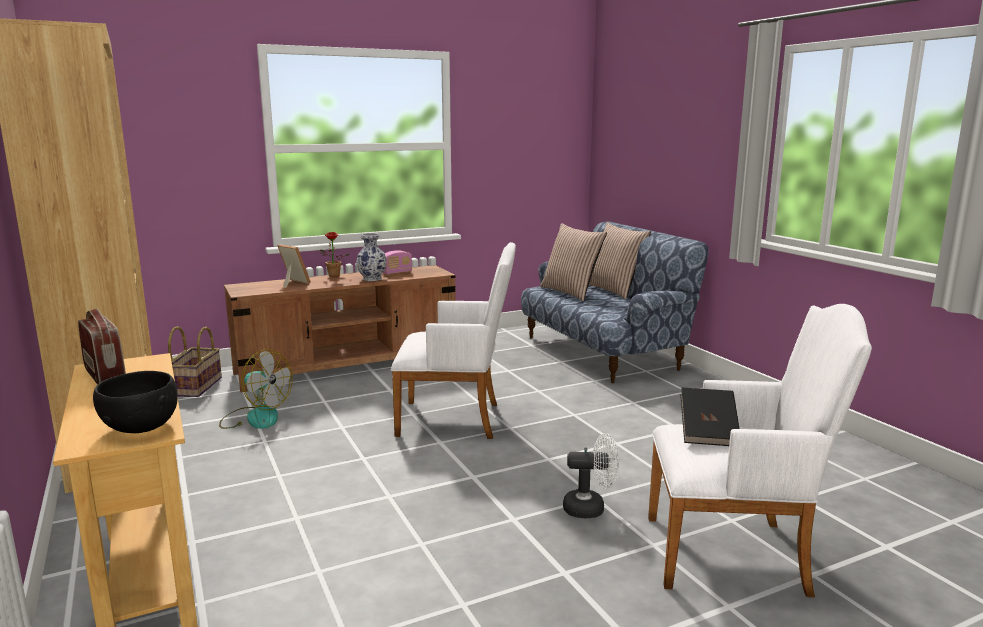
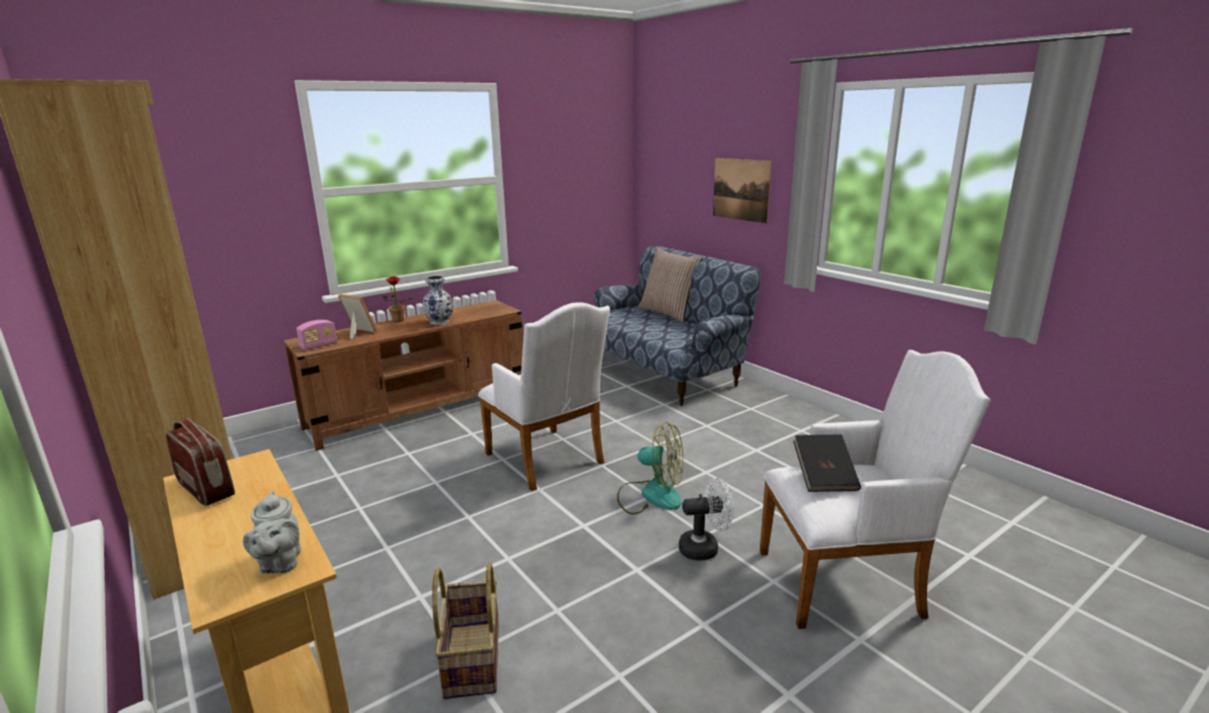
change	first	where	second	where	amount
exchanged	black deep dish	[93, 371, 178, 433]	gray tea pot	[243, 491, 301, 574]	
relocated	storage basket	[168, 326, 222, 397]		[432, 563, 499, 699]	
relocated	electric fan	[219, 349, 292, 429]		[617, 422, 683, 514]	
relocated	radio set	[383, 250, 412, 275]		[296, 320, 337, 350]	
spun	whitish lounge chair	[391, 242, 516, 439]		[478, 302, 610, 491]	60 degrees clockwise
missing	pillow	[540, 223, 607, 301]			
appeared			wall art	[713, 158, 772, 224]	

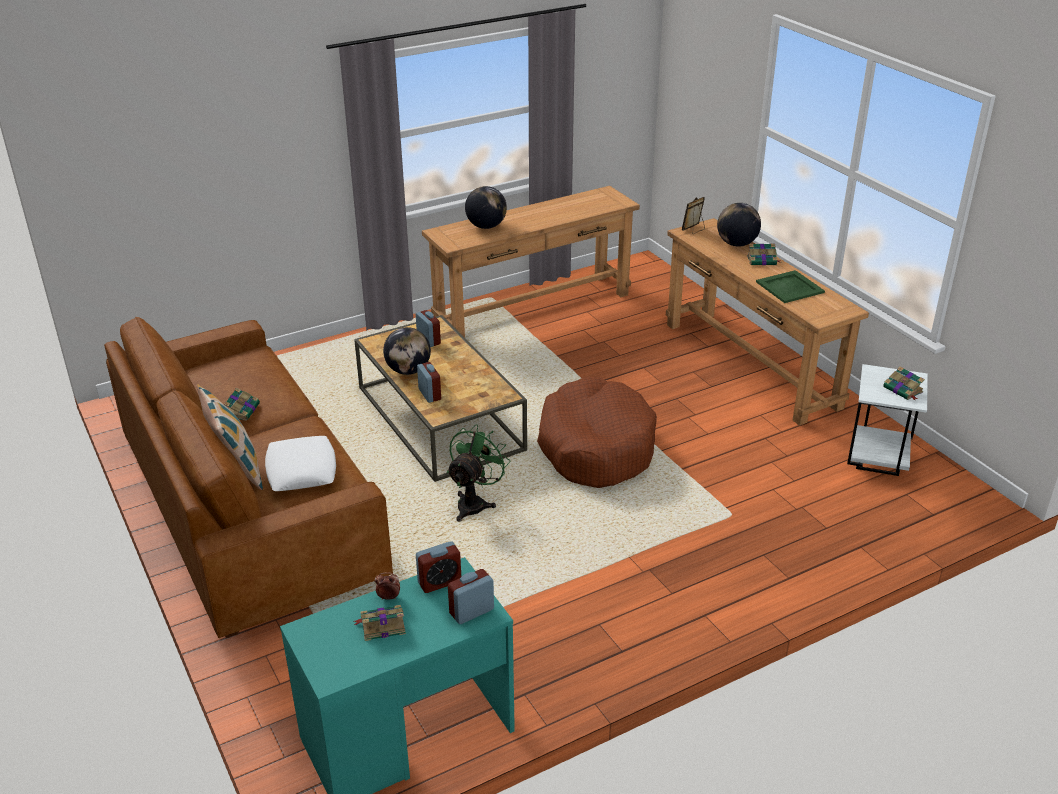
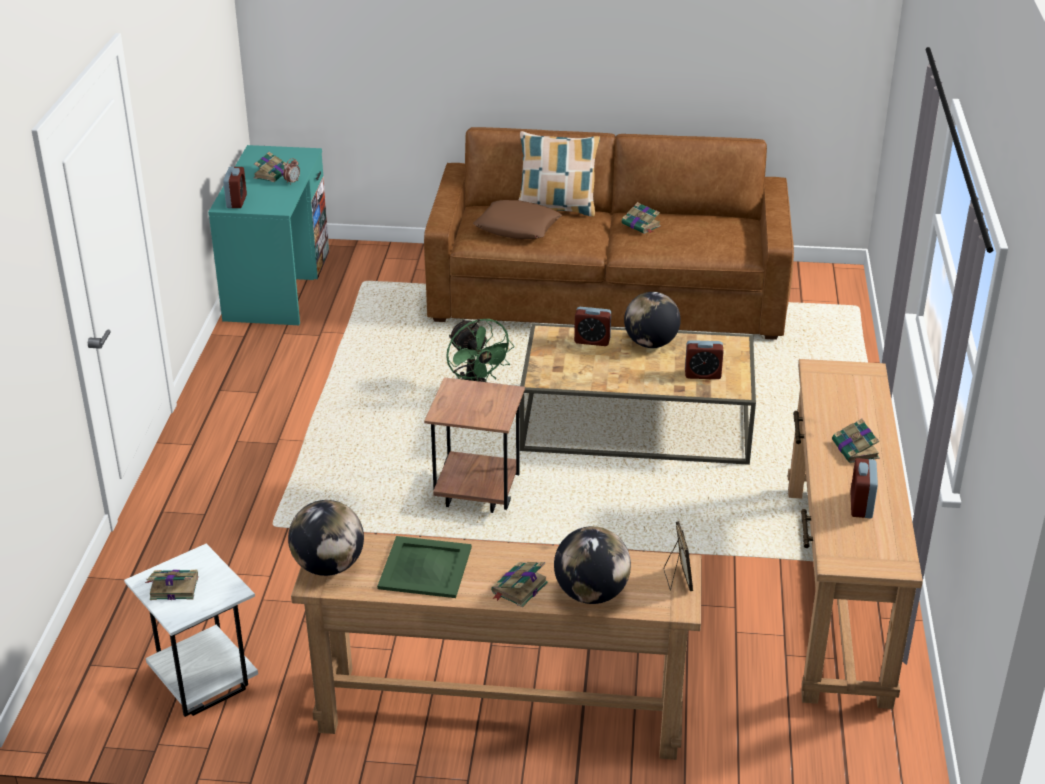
change	first	where	second	where	amount
colour	whitish pillow	[265, 436, 336, 491]	brown pillow	[473, 200, 562, 239]	
relocated	table clock	[416, 541, 461, 593]		[851, 458, 878, 518]	
relocated	globe	[465, 186, 507, 229]		[288, 500, 364, 576]	
exchanged	brown dog cushion	[537, 377, 657, 488]	brown accent table	[424, 377, 525, 513]	
appeared			book	[832, 419, 880, 463]	

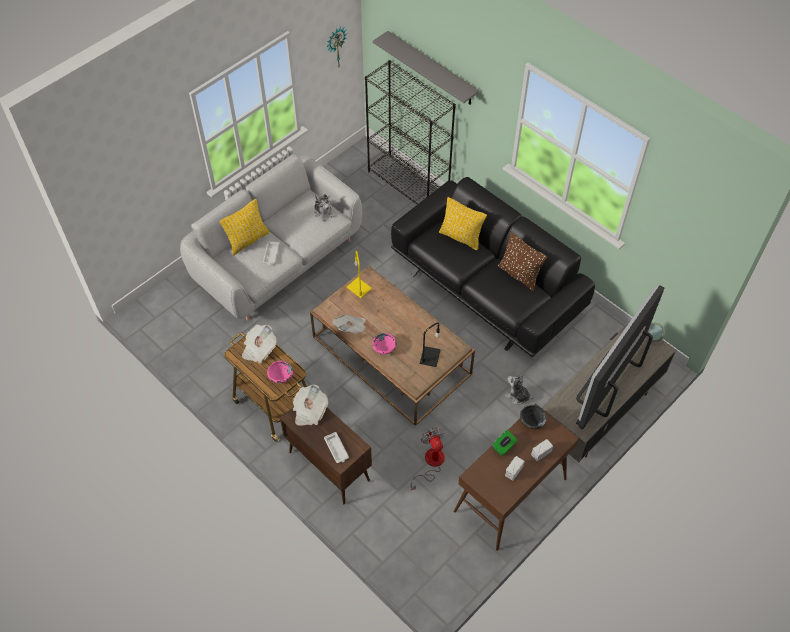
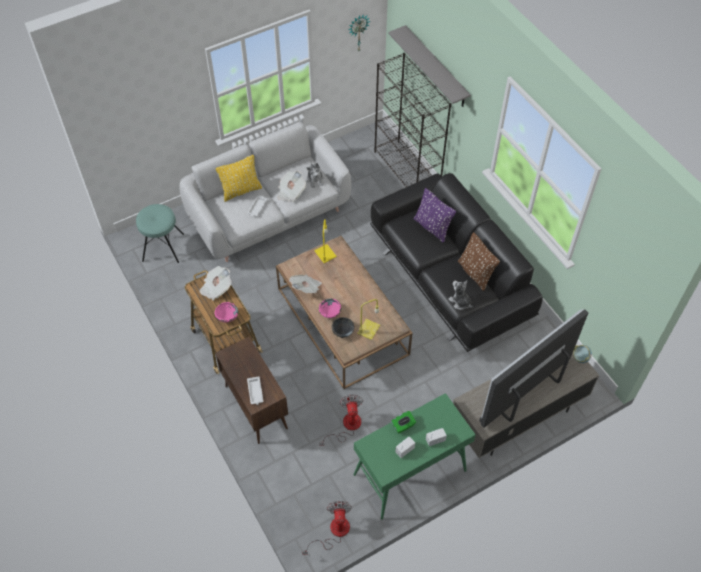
change	first	where	second	where	amount
relocated	printed paper	[293, 385, 328, 426]		[278, 171, 306, 202]	
colour	black table lamp	[420, 322, 441, 367]	yellowish table lamp	[357, 299, 380, 340]	
colour	yellowish pillow	[439, 197, 487, 250]	purple-coloured pillow	[414, 188, 456, 243]	
colour	brown hall table	[454, 403, 579, 551]	greenish hall table	[353, 393, 476, 520]	
relocated	soft toy	[505, 373, 534, 405]		[448, 280, 473, 310]	
relocated	black deep dish	[520, 405, 547, 430]		[332, 317, 354, 338]	
appeared			blue-green stool	[136, 204, 184, 263]	
appeared			electric fan	[302, 501, 352, 555]	

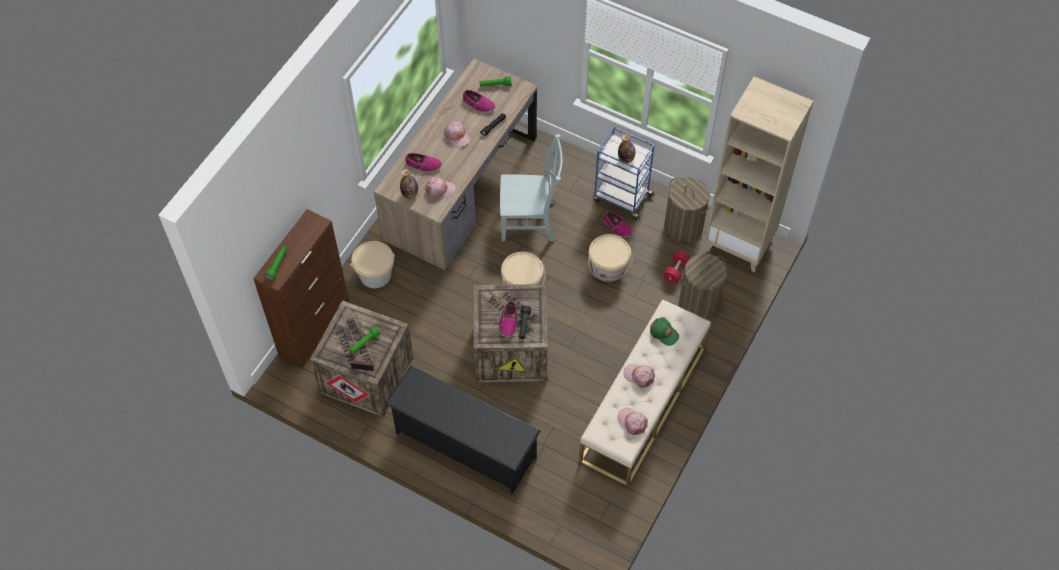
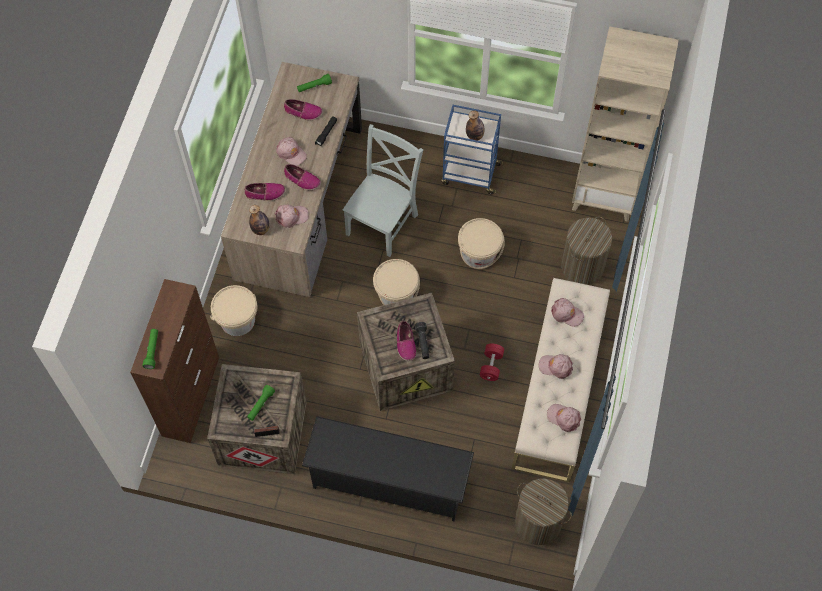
change	first	where	second	where	amount
spun	gray plain chair	[500, 134, 563, 242]		[343, 124, 423, 257]	45 degrees counterclockwise
relocated	low shoe	[604, 211, 633, 238]		[284, 164, 321, 190]	
colour	greenish cap	[650, 317, 679, 346]	pink-coloured cap	[551, 298, 584, 327]	
relocated	reddish hand weight	[663, 251, 690, 284]		[480, 344, 504, 381]	
relocated	hamper	[664, 177, 710, 242]		[515, 479, 572, 545]	

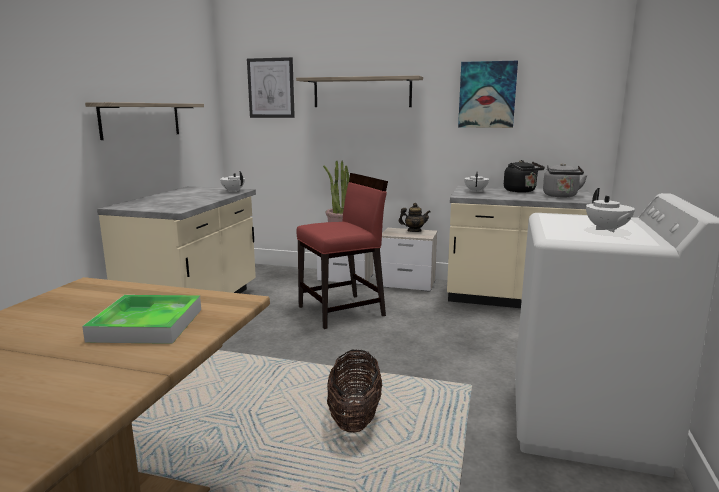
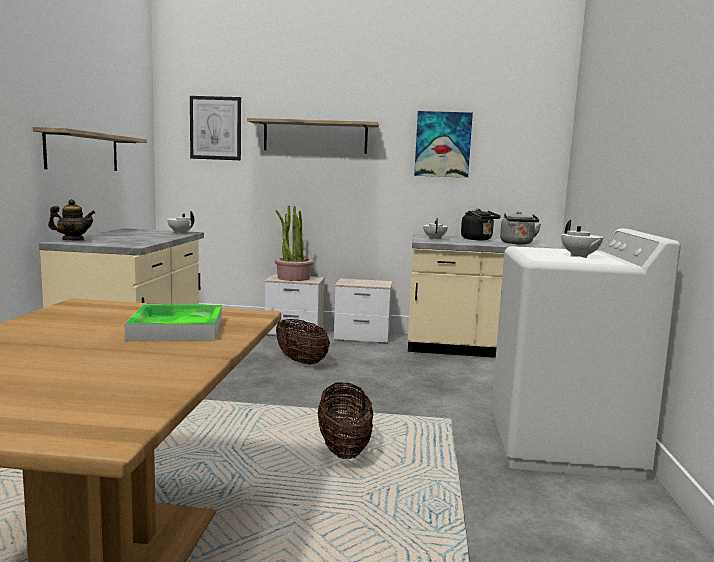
change	first	where	second	where	amount
exchanged	reddish plain chair	[296, 173, 388, 329]	storage basket	[276, 319, 330, 364]	
relocated	tea pot	[399, 203, 430, 232]		[48, 199, 95, 240]	

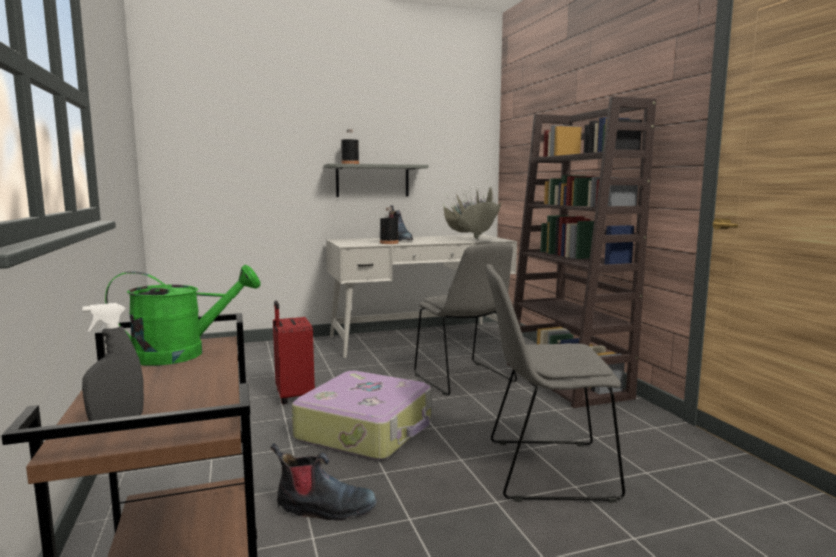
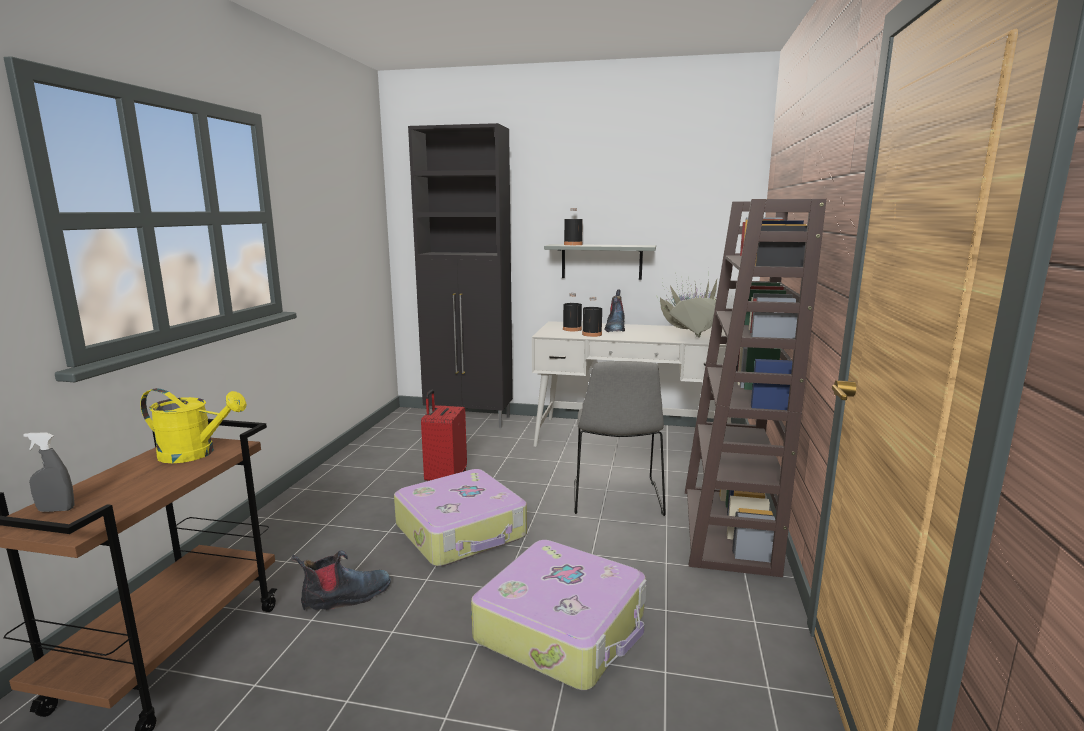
change	first	where	second	where	amount
colour	greenish sprinkling can	[105, 265, 261, 366]	yellowish sprinkling can	[140, 388, 247, 463]	
spun	high-top boot	[270, 443, 377, 521]		[291, 550, 391, 610]	60 degrees counterclockwise
exchanged	gray plain chair	[485, 264, 625, 503]	suitcase	[471, 540, 647, 690]	
appeared			black storage cabinet	[408, 123, 513, 428]	
appeared			black drink bottle	[563, 293, 582, 331]	

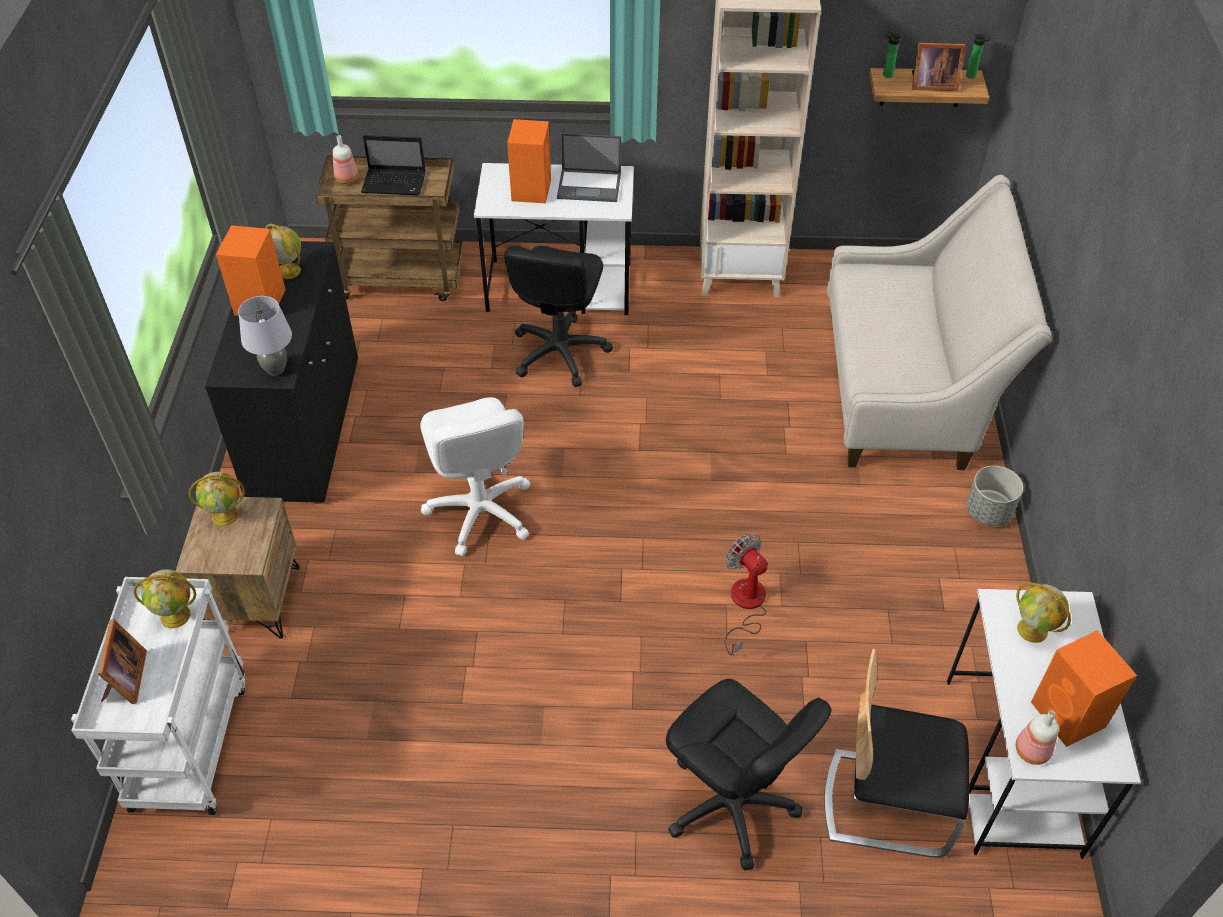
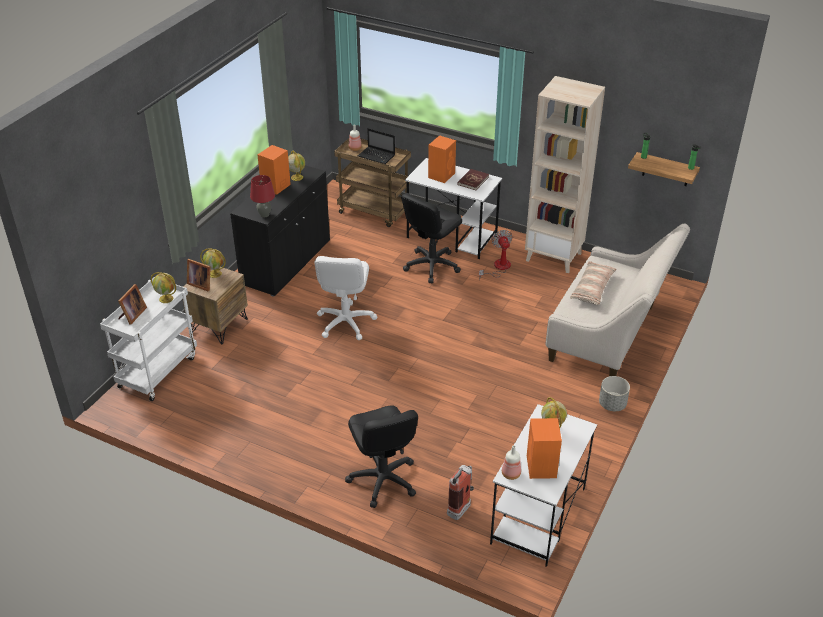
change	first	where	second	where	amount
colour	gray table lamp	[238, 296, 292, 376]	reddish table lamp	[250, 175, 275, 218]	
exchanged	notebook computer	[557, 133, 621, 202]	reddish book	[457, 169, 489, 190]	
relocated	electric fan	[725, 533, 768, 655]		[479, 230, 512, 280]	
exchanged	plain chair	[824, 649, 969, 858]	fire-fighting cylinder	[447, 465, 474, 520]	
relocated	photo frame	[912, 43, 966, 91]		[187, 259, 211, 291]	
appeared			pillow	[570, 261, 617, 305]	

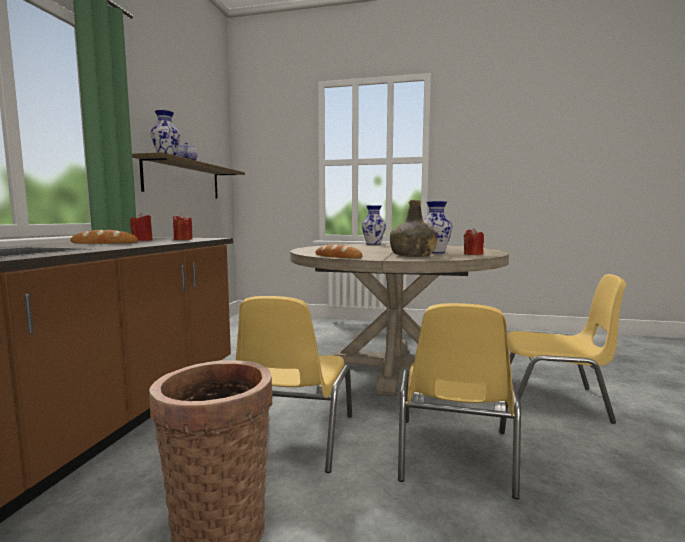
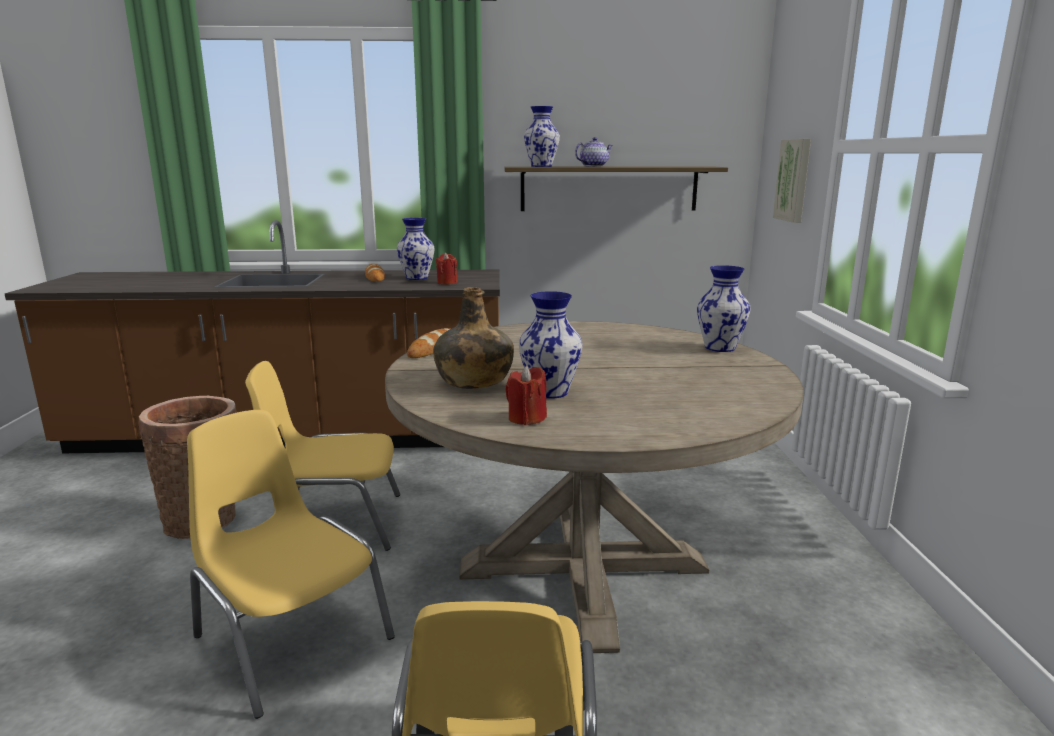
change	first	where	second	where	amount
exchanged	reddish candle	[130, 213, 153, 241]	vase	[397, 218, 434, 280]	
spun	yellowish plain chair	[398, 303, 521, 500]		[187, 410, 395, 719]	45 degrees clockwise
appeared			wall art	[773, 139, 811, 223]	

